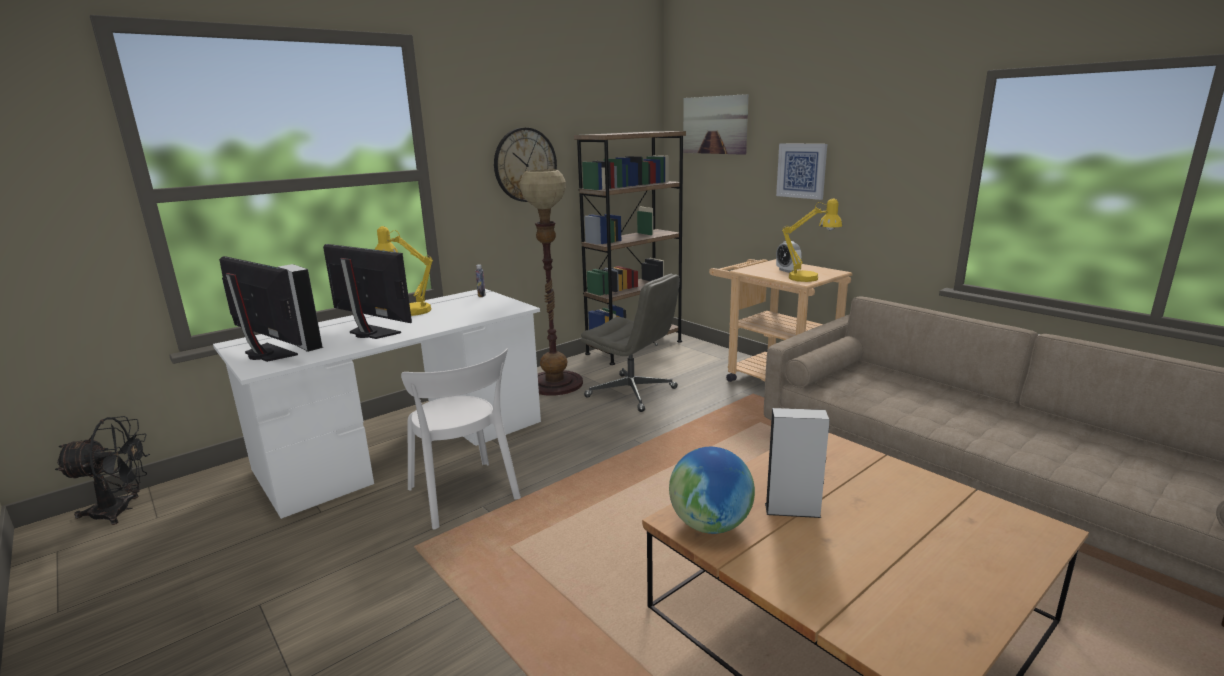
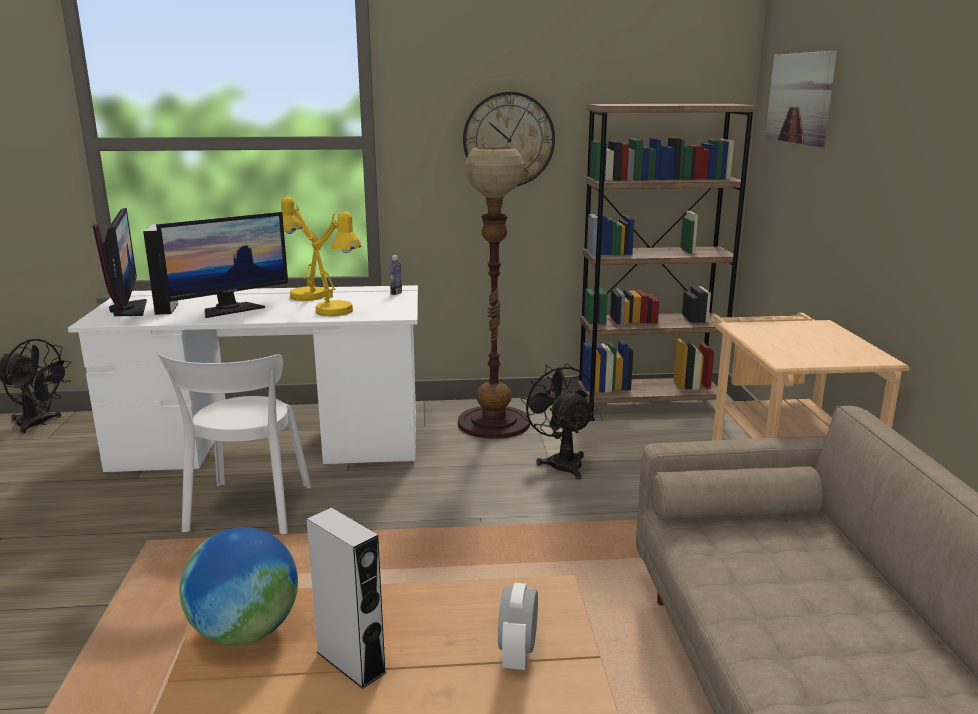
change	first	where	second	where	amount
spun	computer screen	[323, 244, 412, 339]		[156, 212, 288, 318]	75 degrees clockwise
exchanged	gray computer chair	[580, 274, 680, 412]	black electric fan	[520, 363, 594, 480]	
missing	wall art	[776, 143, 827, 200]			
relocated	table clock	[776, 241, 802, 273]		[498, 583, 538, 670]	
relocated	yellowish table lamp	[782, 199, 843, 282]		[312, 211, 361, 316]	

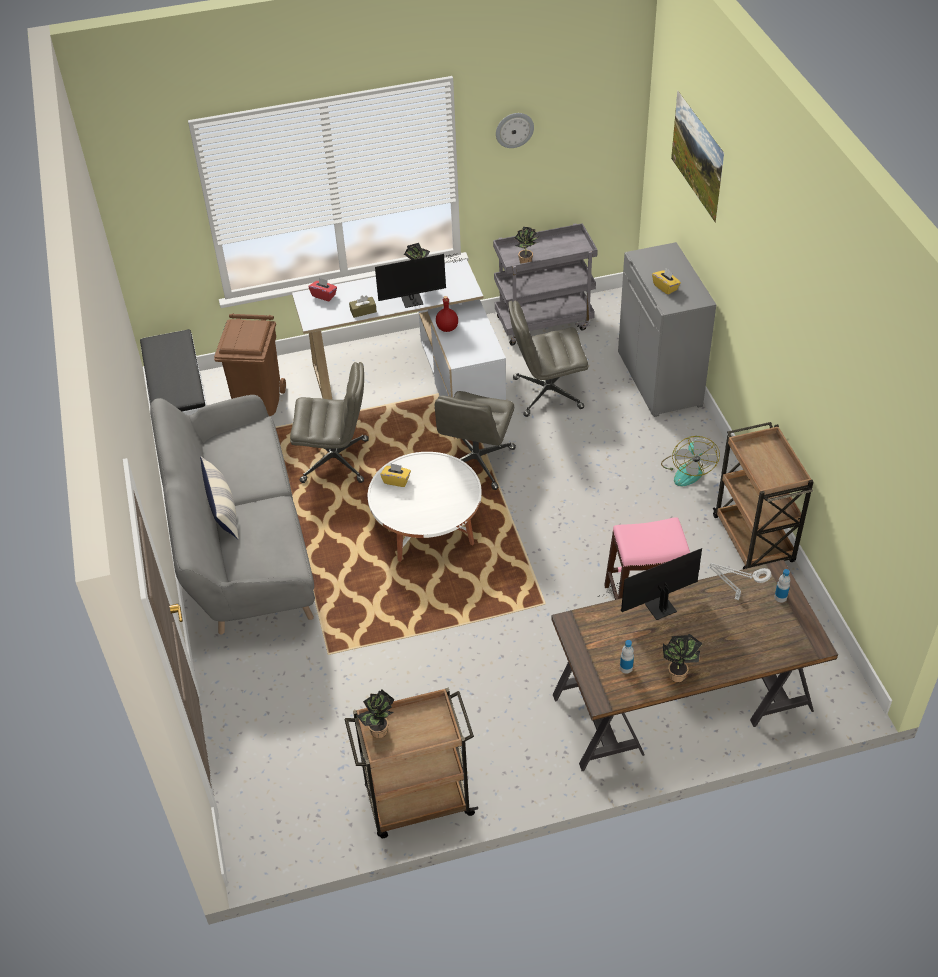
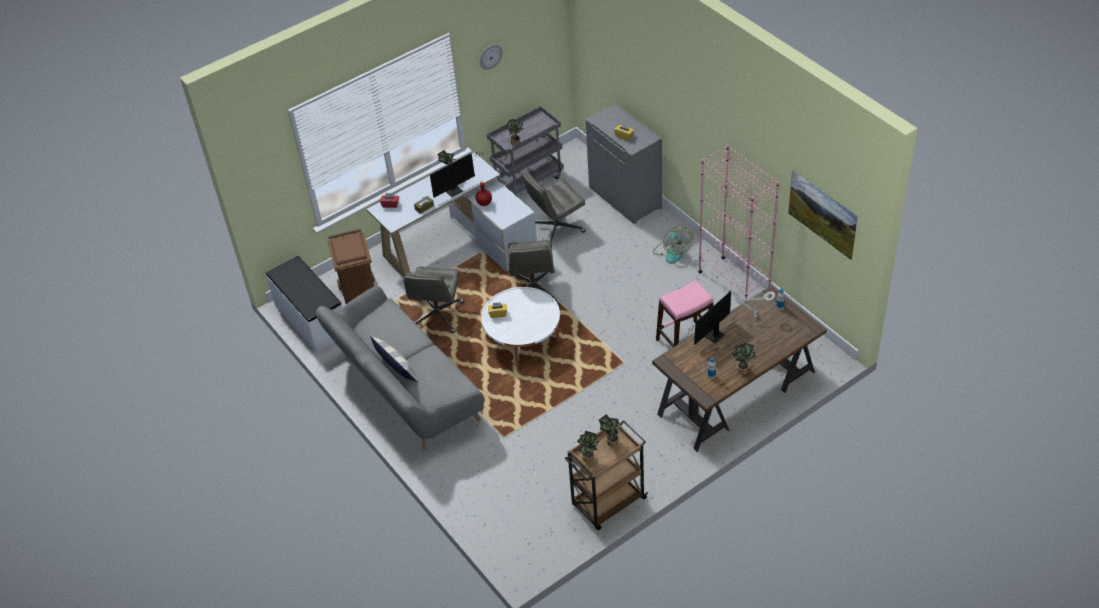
change	first	where	second	where	amount
spun	gray computer chair	[290, 362, 368, 483]		[403, 266, 464, 333]	120 degrees clockwise
relocated	wall art	[671, 90, 724, 223]		[788, 170, 858, 260]	
exchanged	brown trolley	[713, 422, 814, 569]	pink-coloured bookcase	[698, 145, 779, 302]	
appeared			houseplant	[598, 414, 622, 447]	

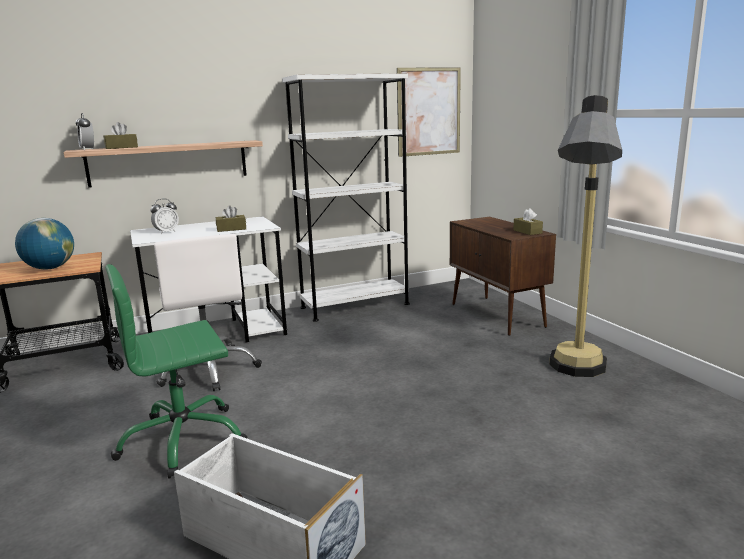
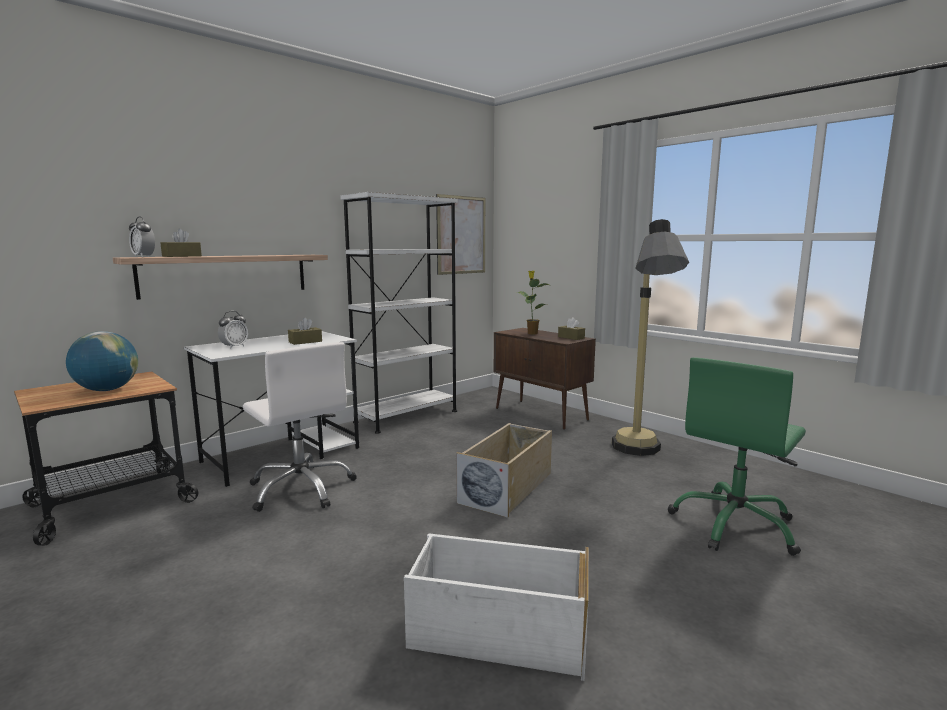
change	first	where	second	where	amount
relocated	greenish computer chair	[105, 264, 247, 479]		[668, 357, 806, 556]	
appeared			beige storage bin	[457, 423, 552, 518]	
appeared			houseplant	[517, 271, 549, 334]	

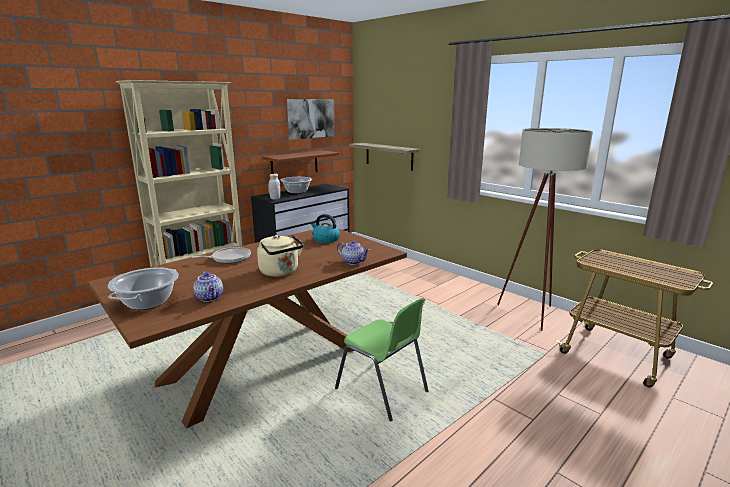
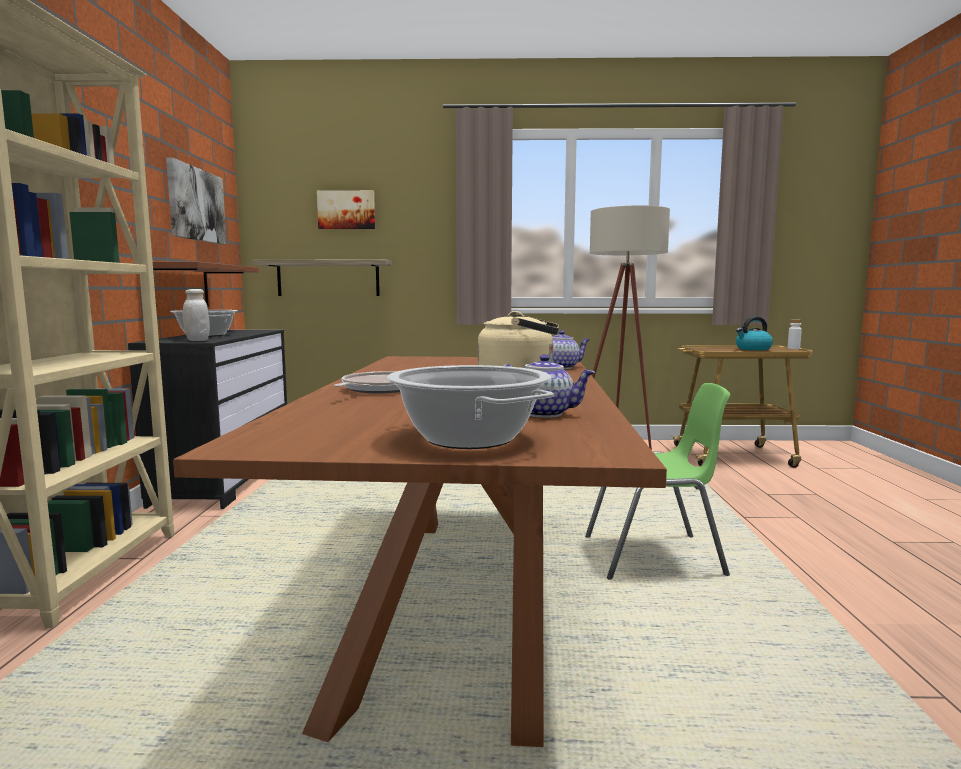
change	first	where	second	where	amount
relocated	tea kettle	[310, 214, 340, 243]		[736, 317, 773, 350]	
appeared			wall art	[317, 190, 375, 229]	
appeared			whitish drink bottle	[788, 319, 802, 349]	

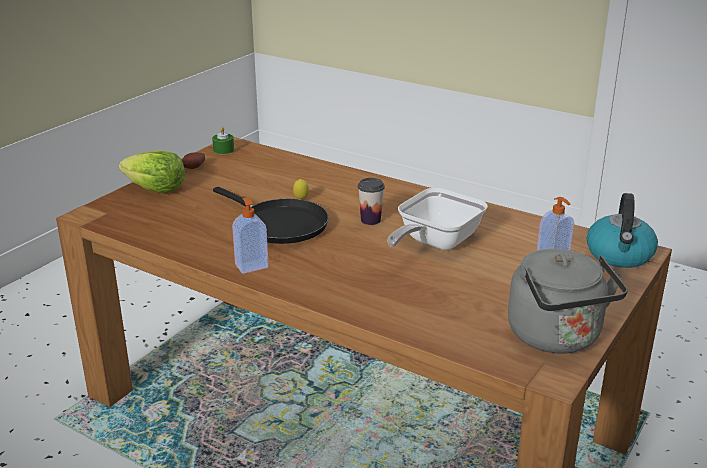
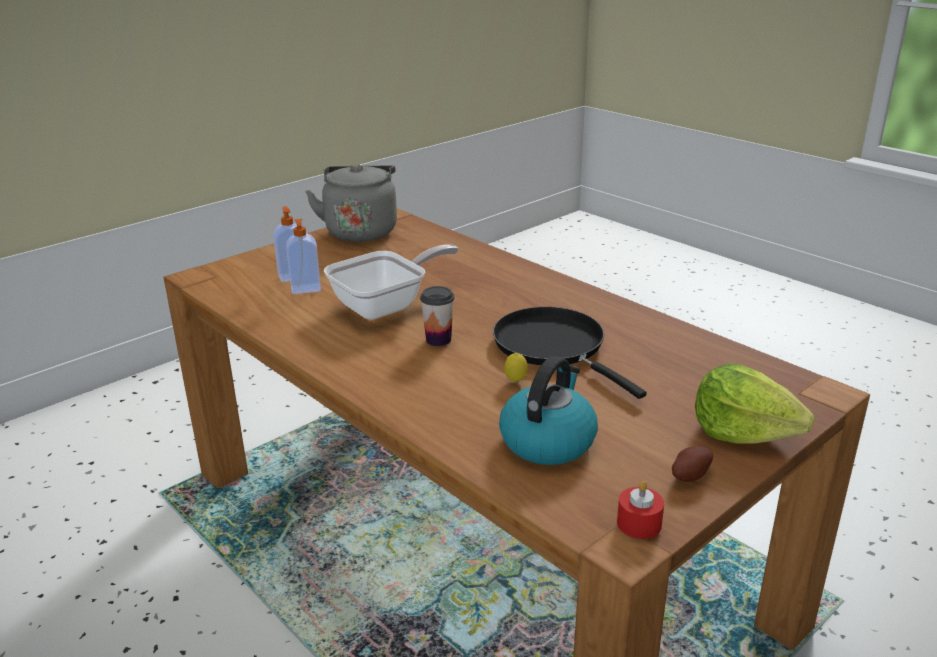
change	first	where	second	where	amount
colour	greenish candle	[212, 127, 234, 154]	reddish candle	[617, 481, 664, 539]	
relocated	soap bottle	[232, 198, 269, 274]		[286, 219, 321, 294]	
relocated	tea kettle	[587, 193, 658, 268]		[499, 356, 598, 465]	

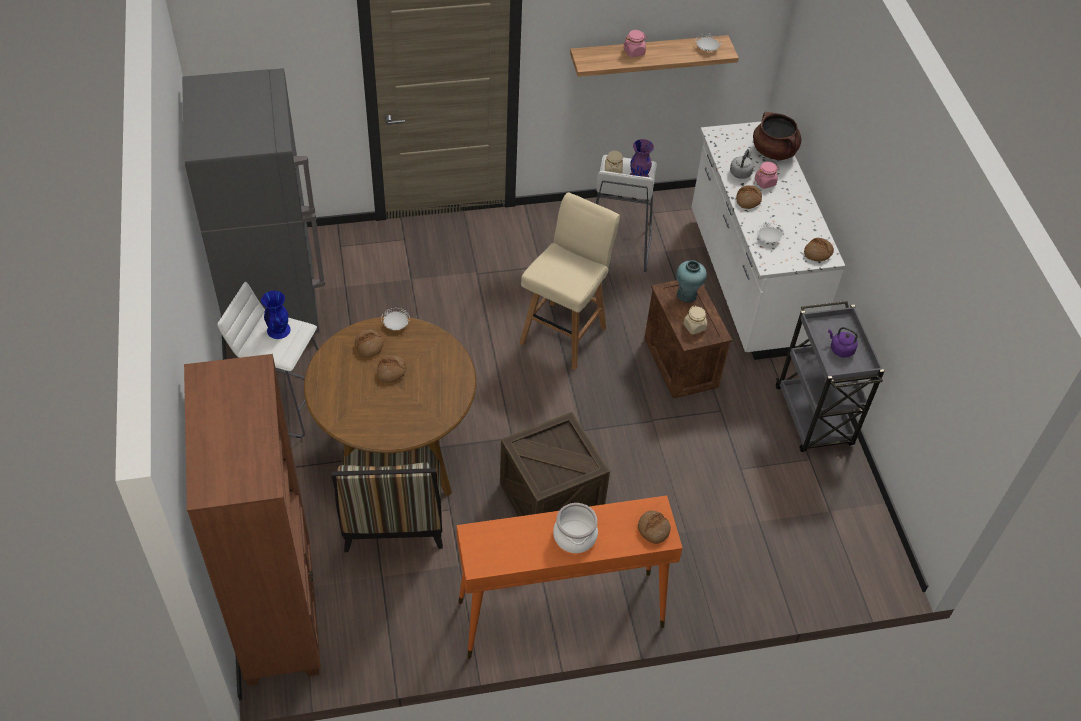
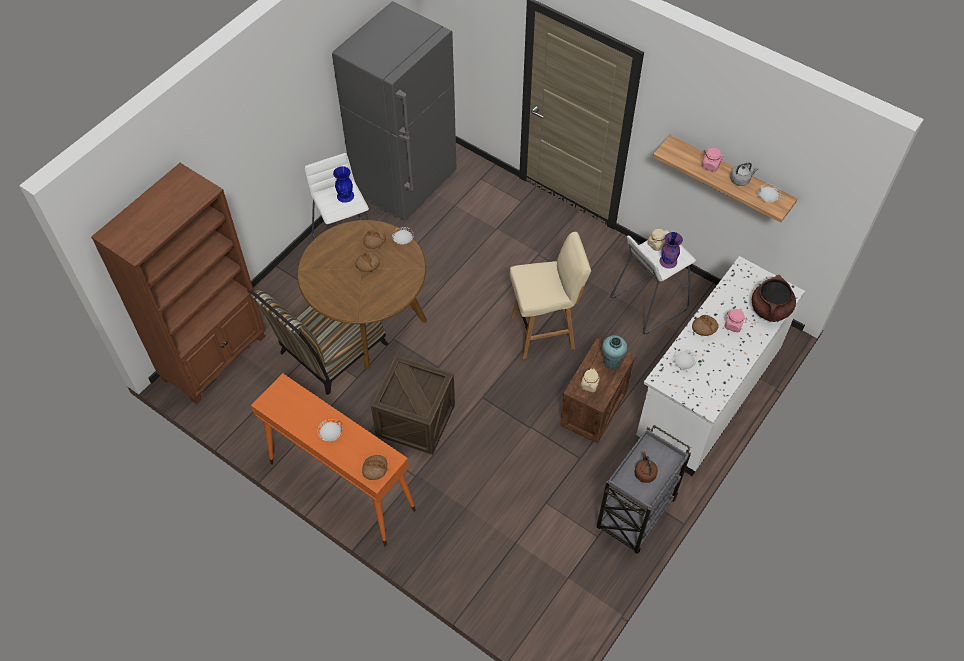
change	first	where	second	where	amount
exchanged	cooking pot	[553, 503, 598, 553]	whitish dinner plate	[318, 419, 343, 441]	
relocated	gray tea kettle	[730, 149, 754, 179]		[730, 162, 758, 186]	
missing	bakery bread	[804, 238, 834, 261]			
colour	purple-coloured tea kettle	[828, 327, 858, 358]	brown tea kettle	[634, 452, 658, 483]	

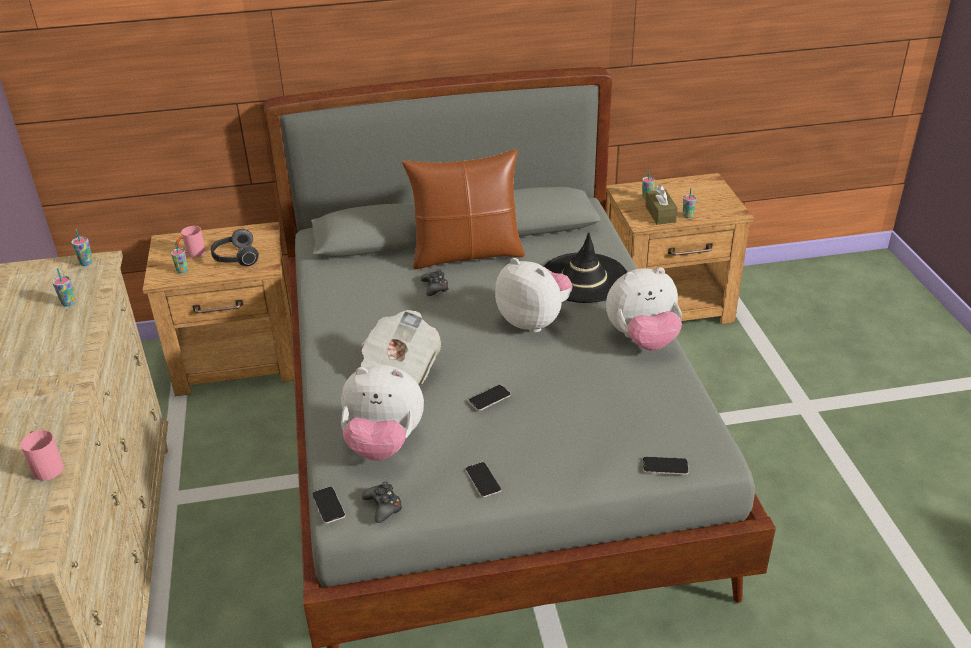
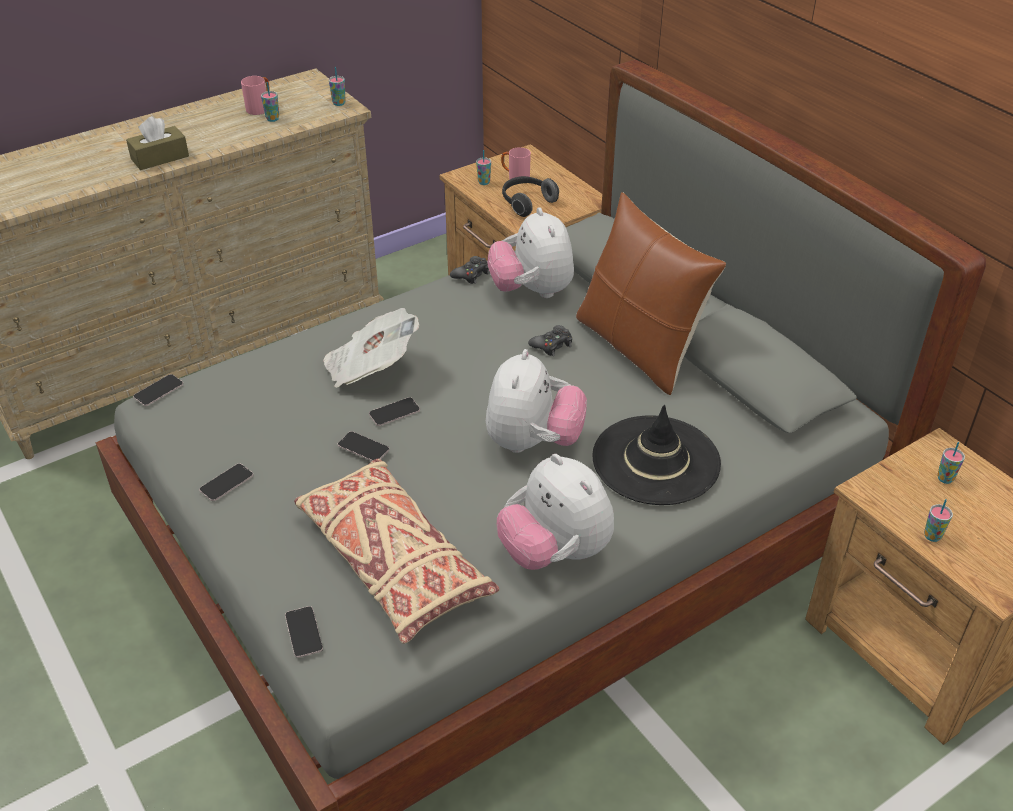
change	first	where	second	where	amount
relocated	pink-coloured coffee mug	[20, 430, 64, 481]		[241, 76, 270, 115]	
relocated	soft toy	[341, 365, 424, 461]		[487, 207, 574, 298]	
relocated	black gamepad	[361, 482, 403, 523]		[450, 256, 490, 284]	
relocated	brown tissue box	[645, 185, 678, 224]		[126, 116, 189, 170]	
appeared			beige pillow	[294, 459, 500, 644]	
appeared			phone	[369, 397, 420, 426]	

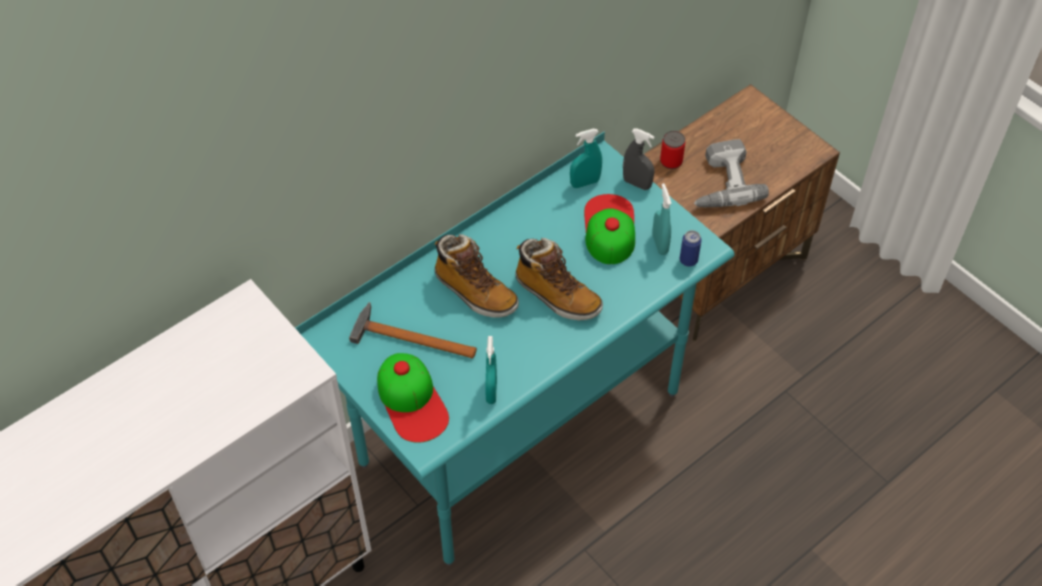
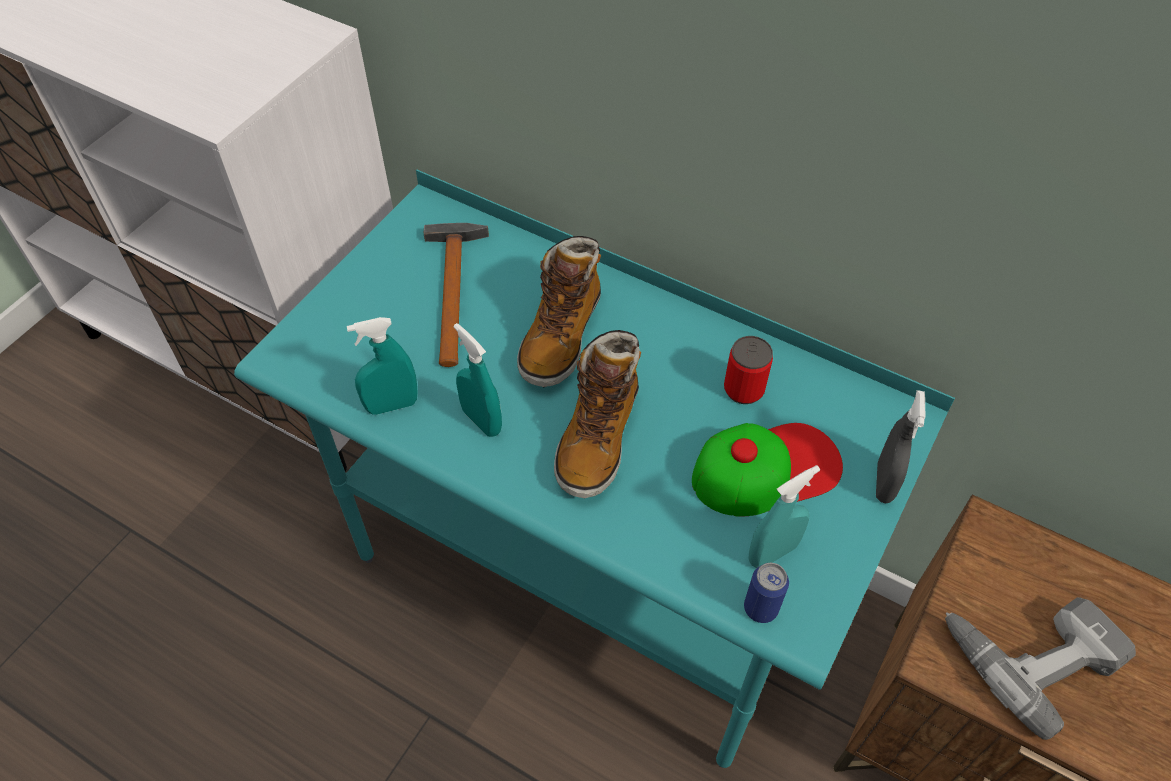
change	first	where	second	where	amount
missing	cap	[377, 353, 449, 443]			
relocated	blue-green spray bottle	[570, 129, 602, 188]		[454, 323, 502, 437]	
relocated	metal can	[660, 131, 685, 169]		[724, 336, 773, 404]	

